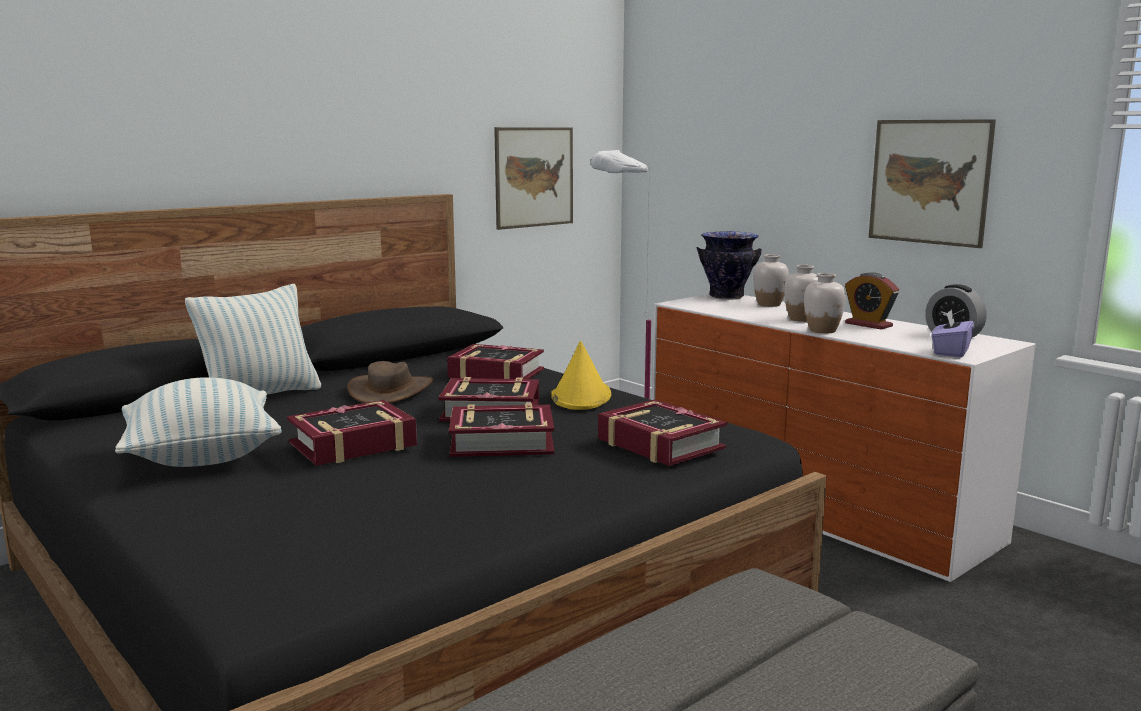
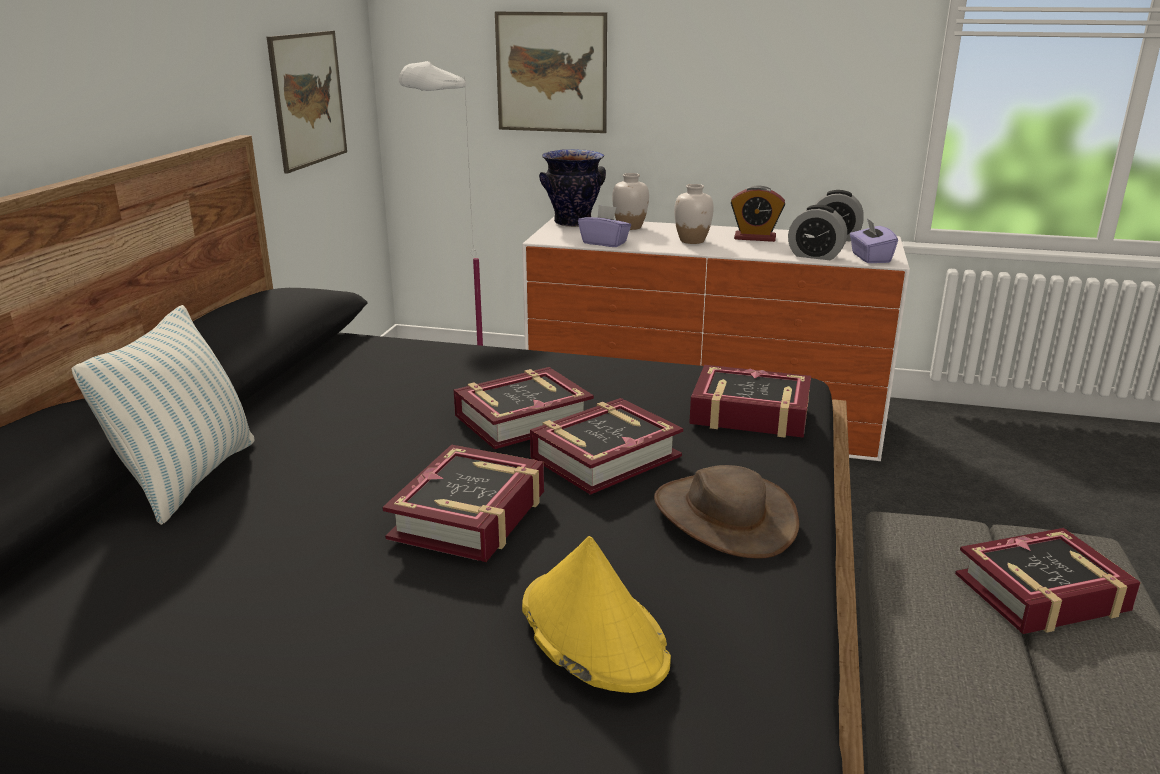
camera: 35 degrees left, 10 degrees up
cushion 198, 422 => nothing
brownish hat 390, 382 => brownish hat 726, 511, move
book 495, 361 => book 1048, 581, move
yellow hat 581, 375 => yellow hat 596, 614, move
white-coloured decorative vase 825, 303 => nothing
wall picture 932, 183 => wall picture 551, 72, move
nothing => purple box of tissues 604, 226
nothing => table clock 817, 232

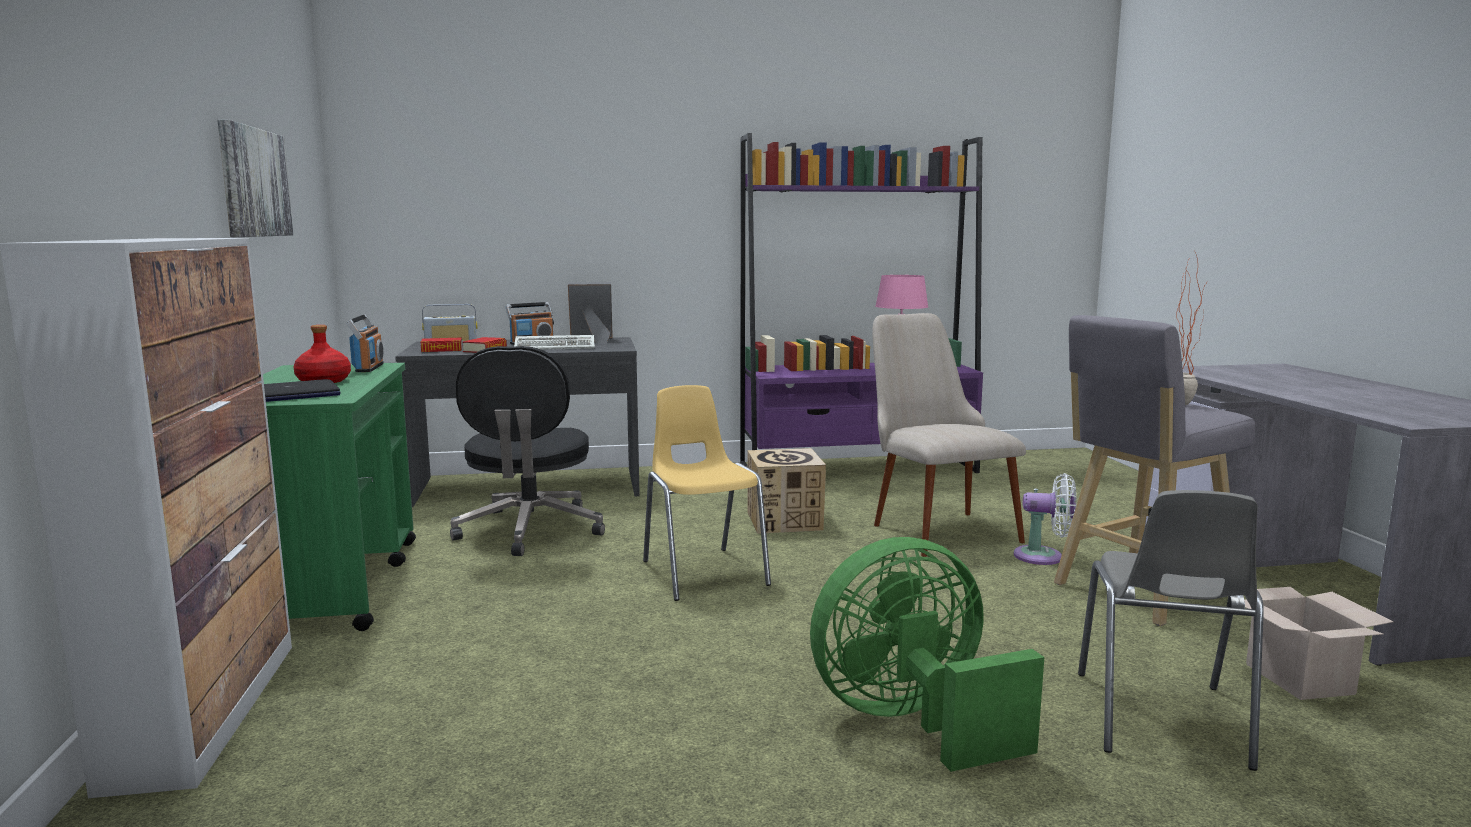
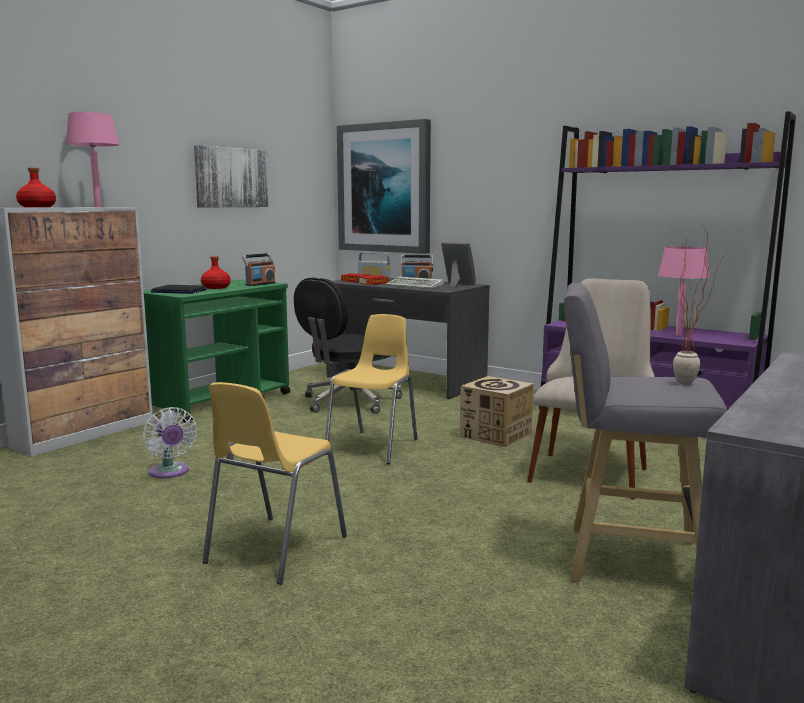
camera: 45 degrees right, 0 degrees up
green-coloured electric fan 927, 654 => yellow chair 275, 483
white-coloured electric fan 1045, 519 => white-coloured electric fan 170, 443, move
gray chair 1171, 630 => nothing
cardboard box 1319, 643 => nothing
nothing => red-coloured drink bottle 36, 187
nothing => pink tabletop lamp 92, 159
nothing => wall picture 384, 186

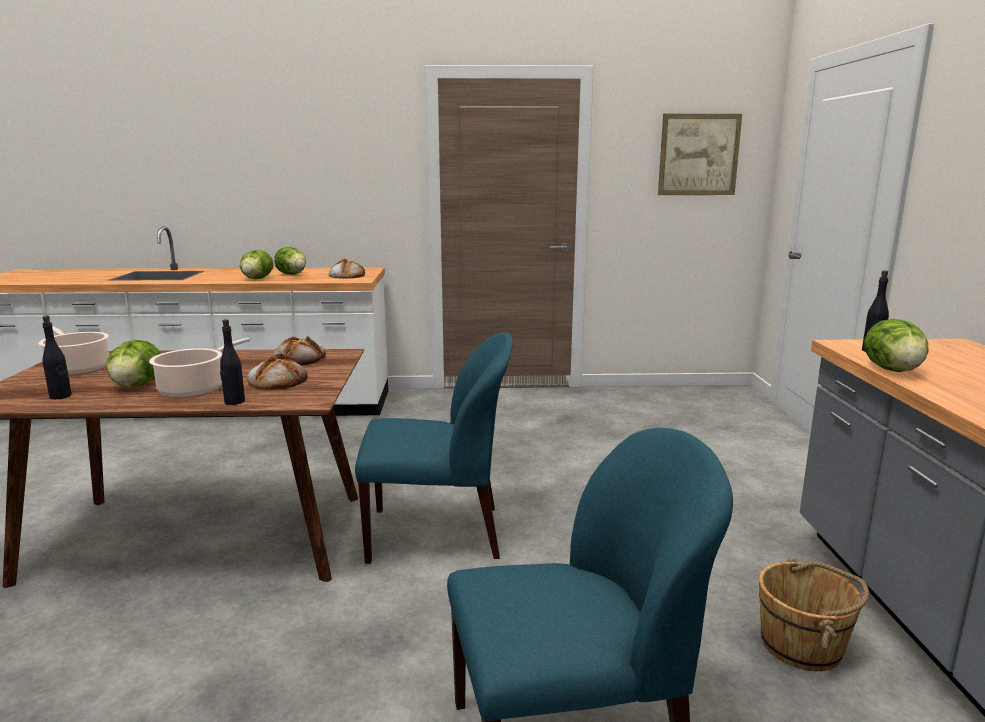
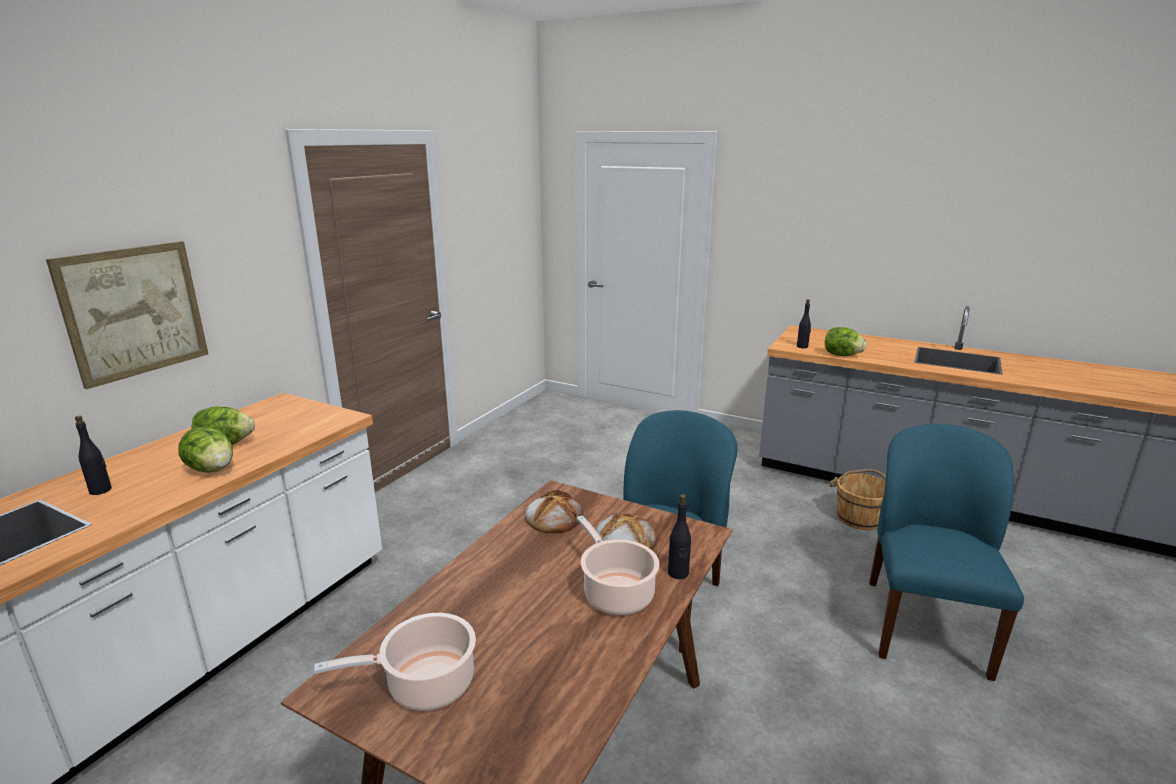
camera: 60 degrees left, 5 degrees up
black drink bottle 57, 357 => black drink bottle 93, 455, move
lettuce 133, 363 => nothing
bread 347, 269 => nothing
wall picture 700, 154 => wall picture 127, 315, move

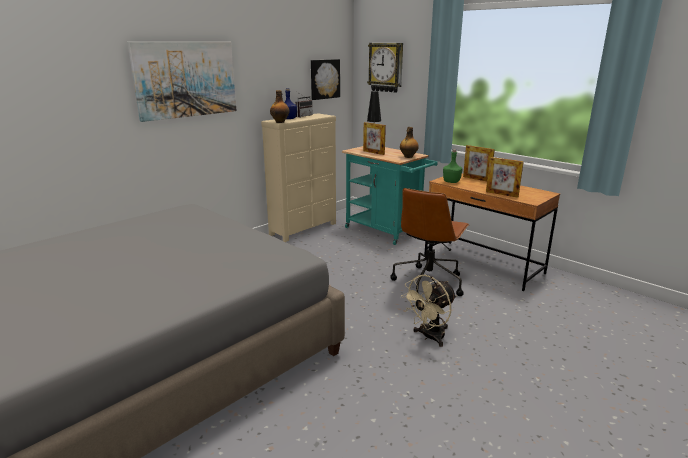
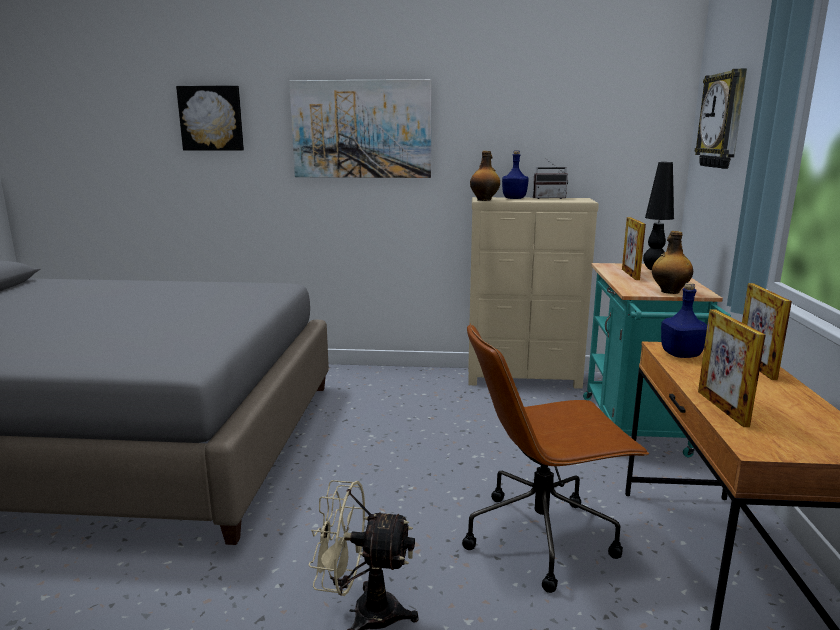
camera: 50 degrees right, 5 degrees down
wall picture 325, 79 => wall picture 210, 118, move
green-coloured drink bottle 453, 166 => blue drink bottle 684, 320

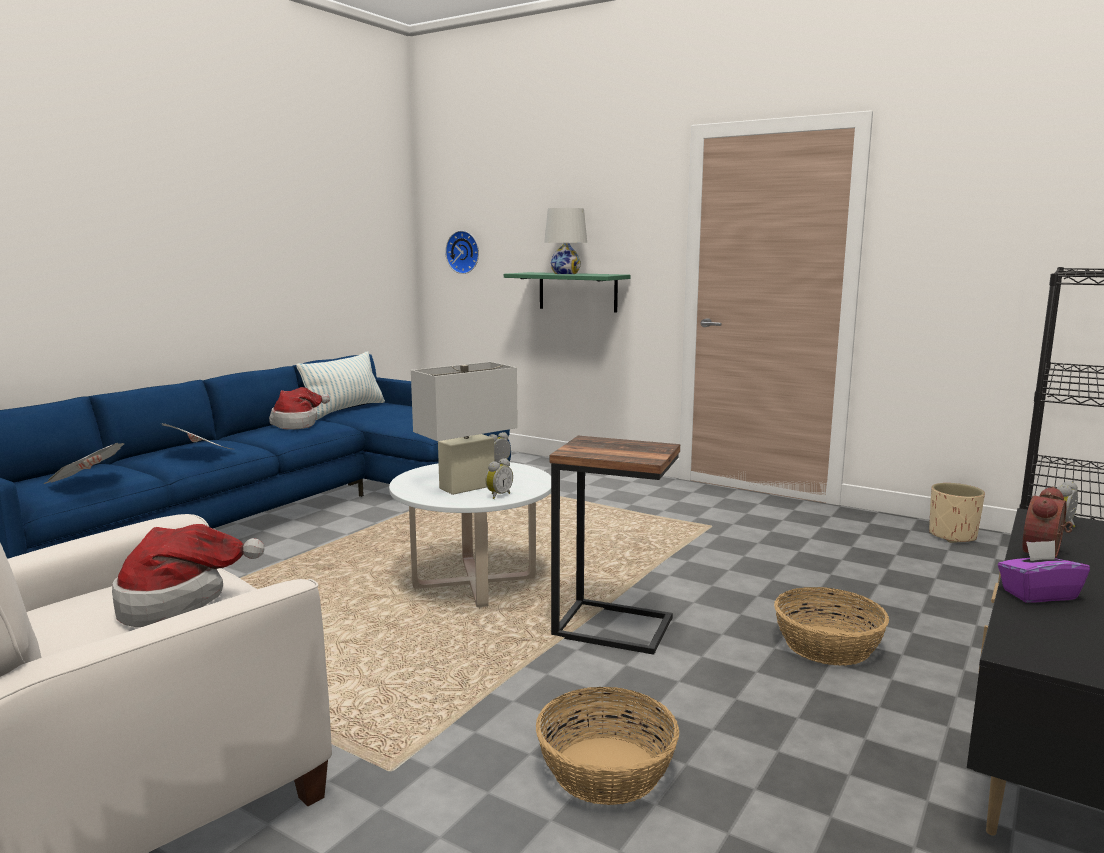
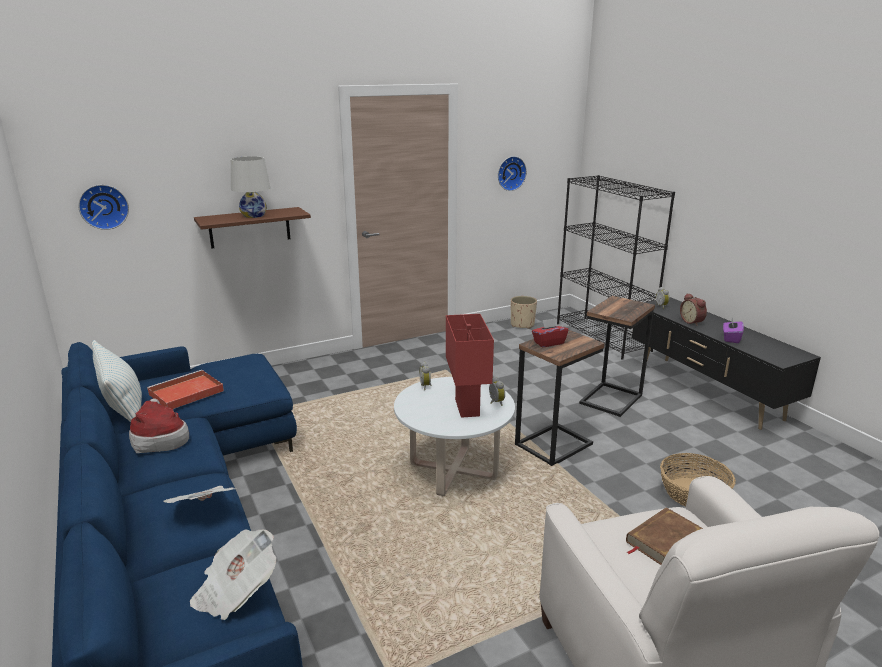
camera: 60 degrees left, 10 degrees up
hat 188, 575 => brownish book 664, 536
white-coloured tabletop lamp 464, 428 => red-coloured tabletop lamp 470, 366
green-coloured shelf 567, 292 => brownish shelf 252, 227
household basket 831, 626 => end table 617, 356
nothing => red-coloured carrying tray 185, 389
nothing => clock on the wall 512, 173
nothing => red-coloured box of tissues 550, 332

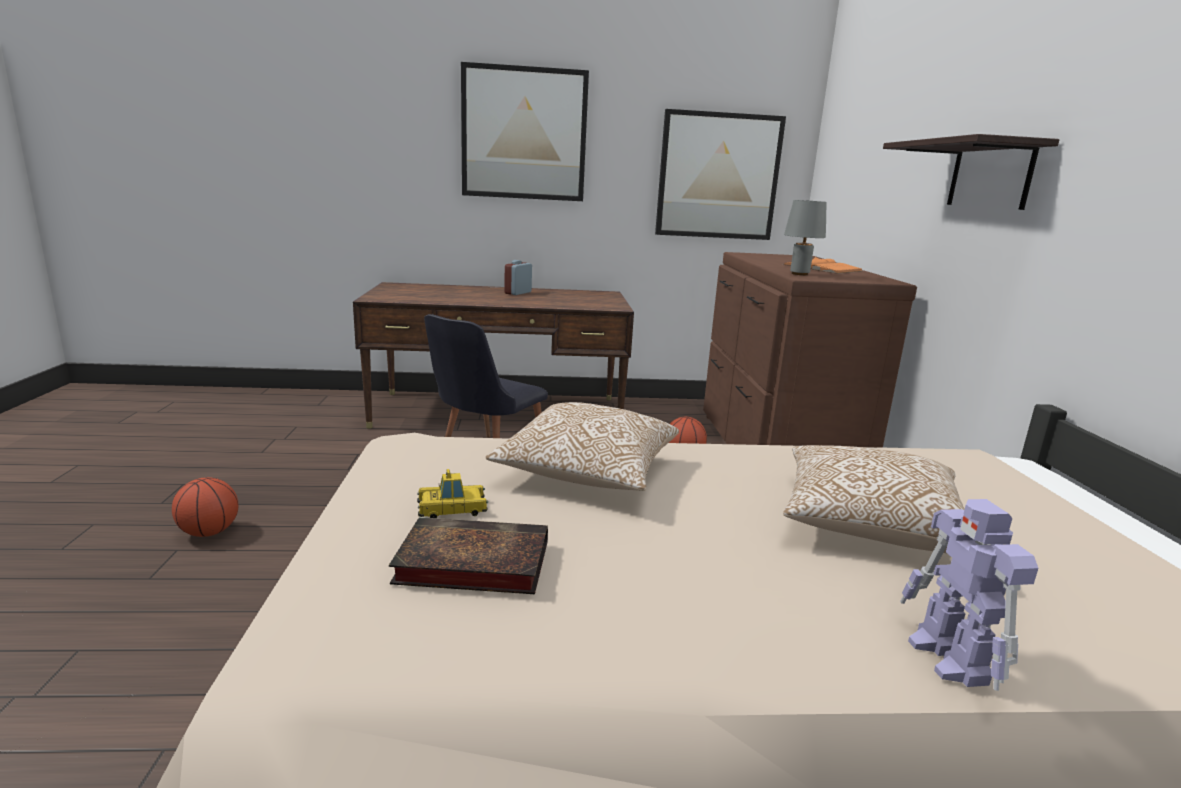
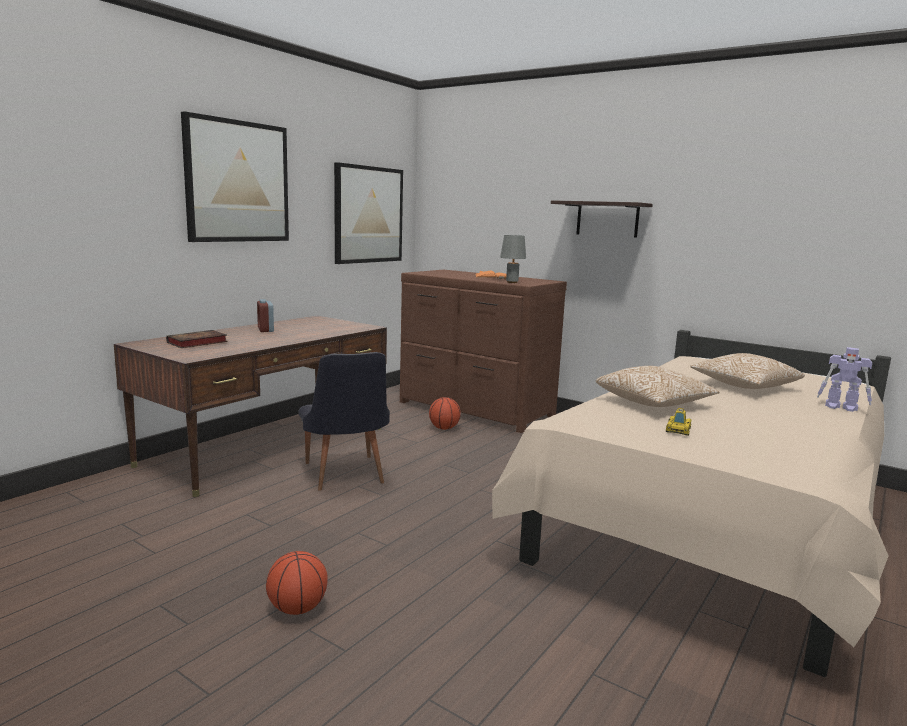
camera: 50 degrees left, 5 degrees down
book 468, 555 => book 197, 339, move

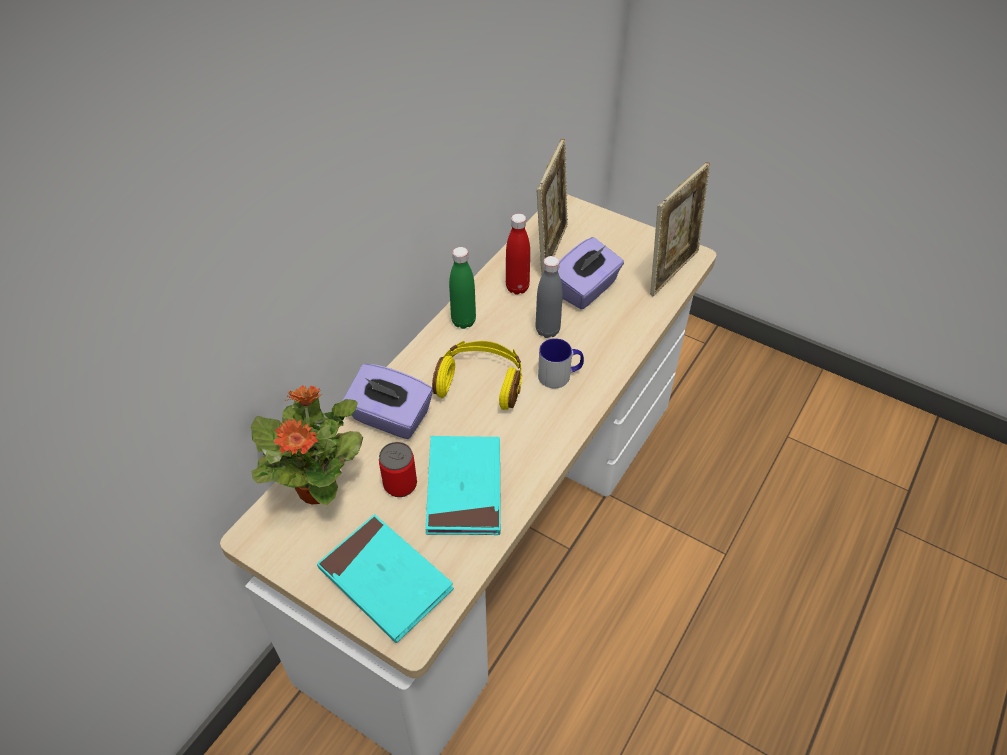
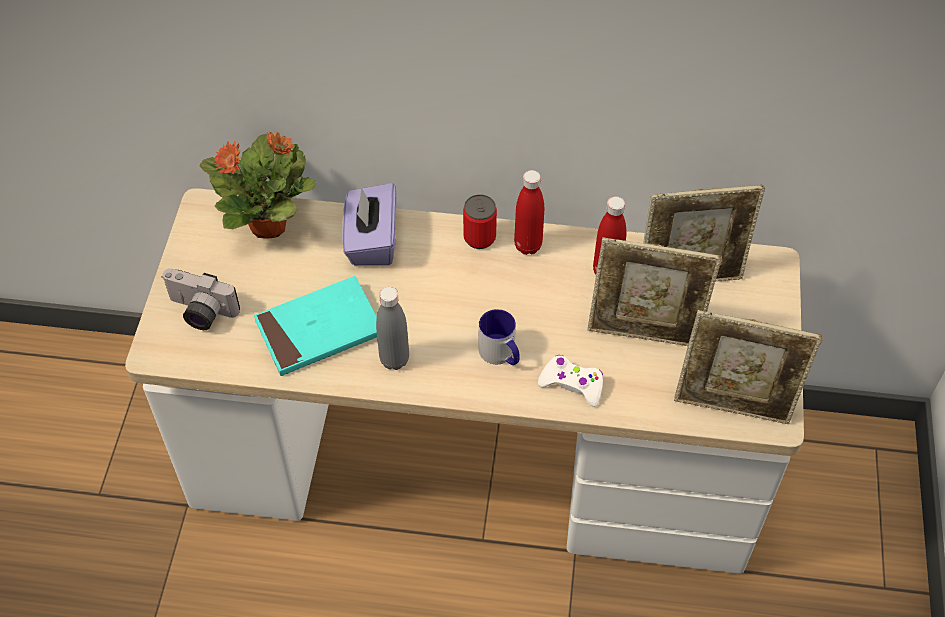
camera: 65 degrees right, 5 degrees up
turquoise book 385, 578 => photo camera 200, 299
can 398, 469 => can 480, 221, move
yellow headset 477, 375 => nothing
green-coloured drink bottle 462, 288 => red-coloured drink bottle 529, 212
gray drink bottle 549, 297 => gray drink bottle 392, 328, move
purple box of tissues 591, 273 => picture frame 655, 291
nothing => white-coloured joypad 570, 381

